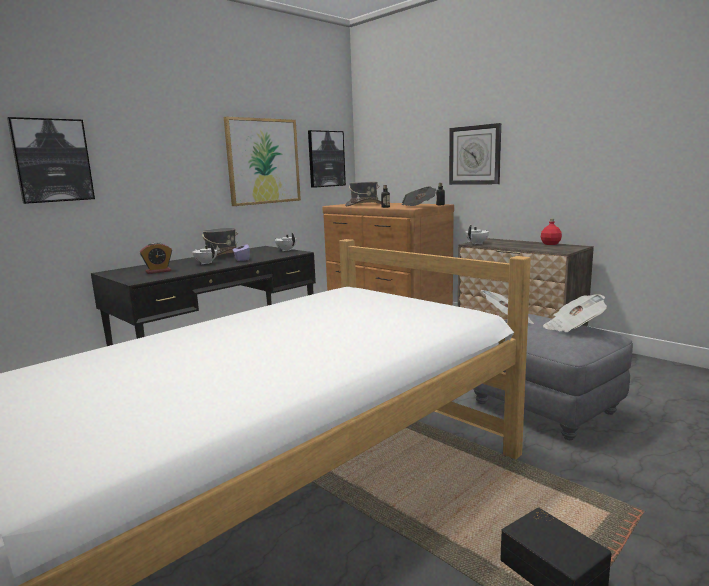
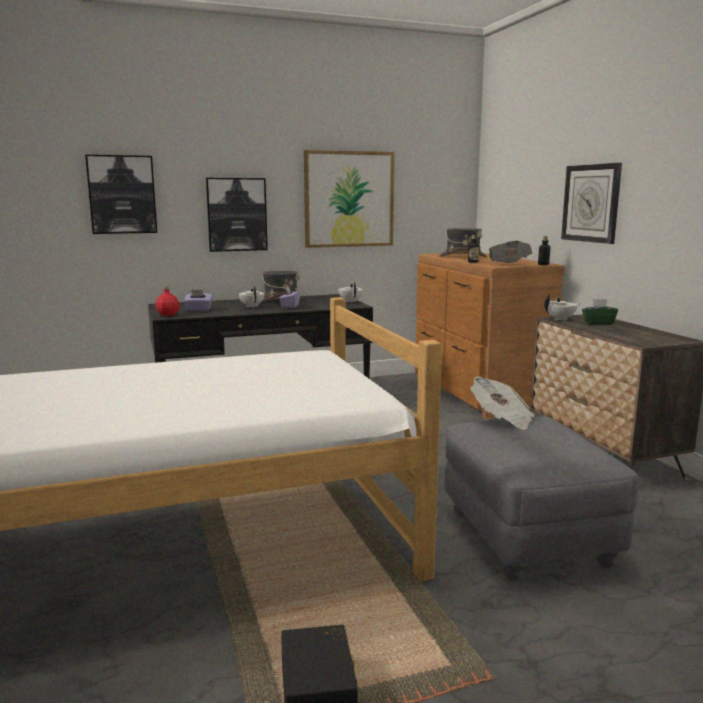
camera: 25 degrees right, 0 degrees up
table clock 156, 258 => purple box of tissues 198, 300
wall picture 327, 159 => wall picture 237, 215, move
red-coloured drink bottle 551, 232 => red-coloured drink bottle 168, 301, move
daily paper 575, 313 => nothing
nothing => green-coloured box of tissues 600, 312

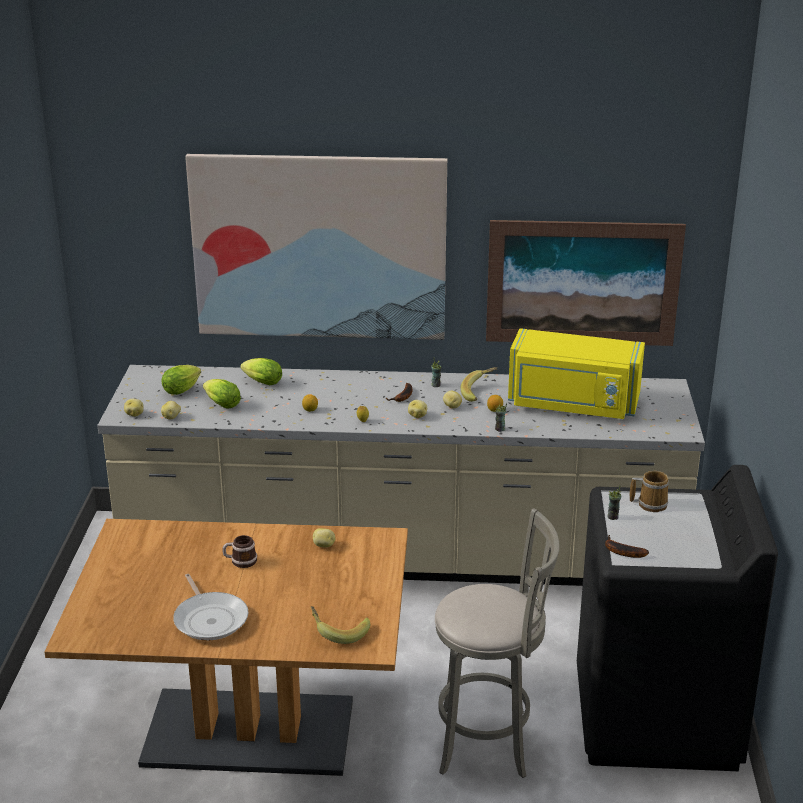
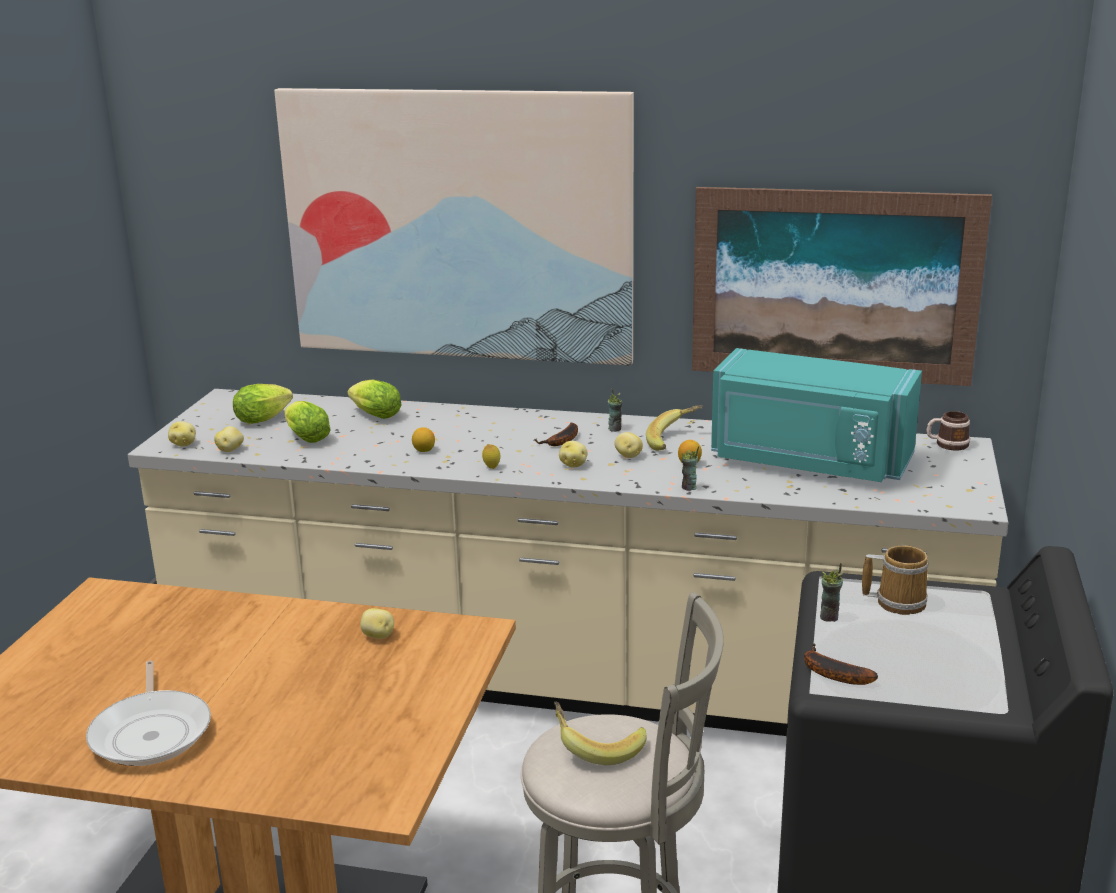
camera: 10 degrees right, 5 degrees down
mug 240, 551 => mug 948, 430, move
banana fruit 340, 625 => banana fruit 600, 733, move
yellow microwave 576, 373 => turquoise microwave 816, 415

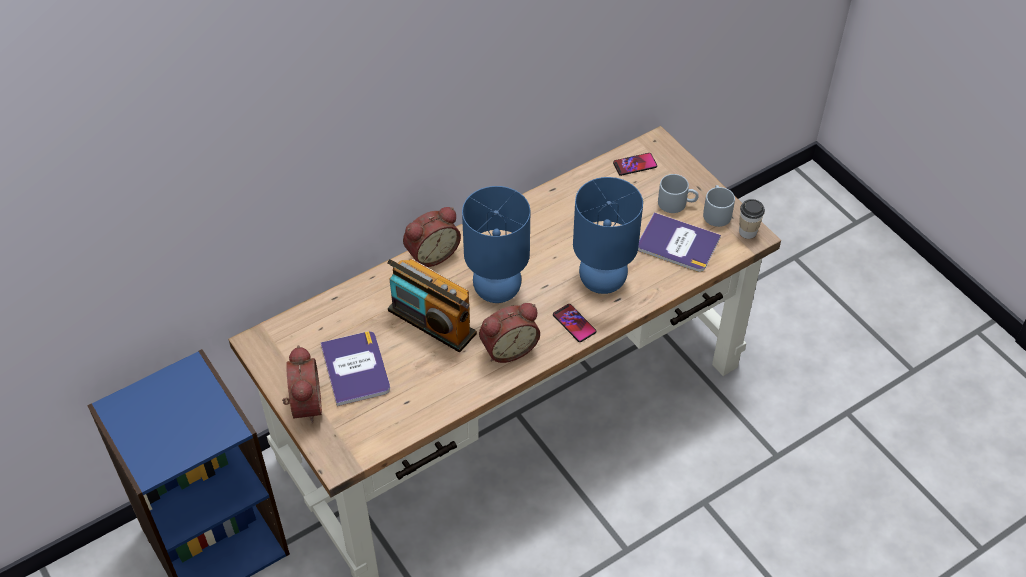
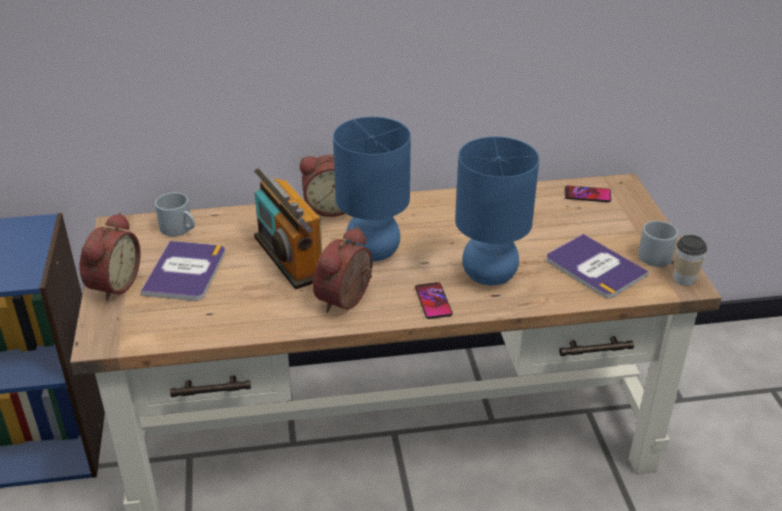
camera: 25 degrees right, 15 degrees down
table clock 509, 333 => table clock 343, 270, 120 degrees clockwise
gray mug 678, 193 => gray mug 175, 214, move

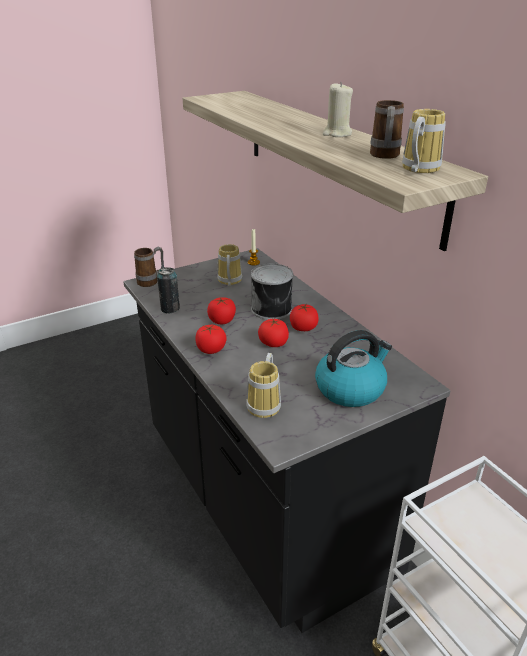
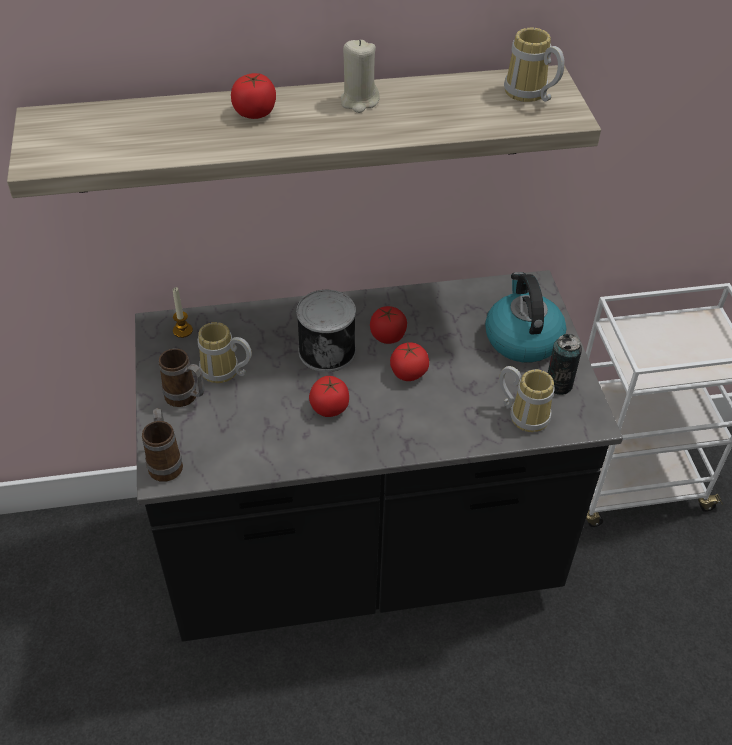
camera: 70 degrees left, 15 degrees up
can 168, 290 => can 565, 364, move
tomato 211, 339 => tomato 253, 96, move
mug 387, 129 => mug 181, 378, move

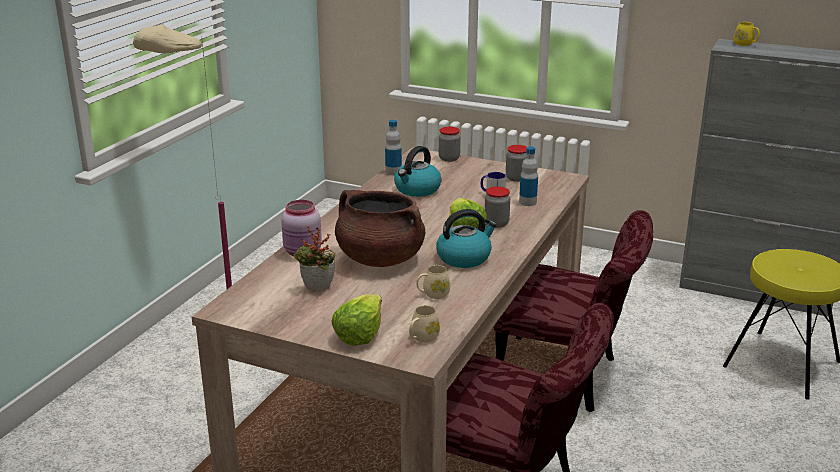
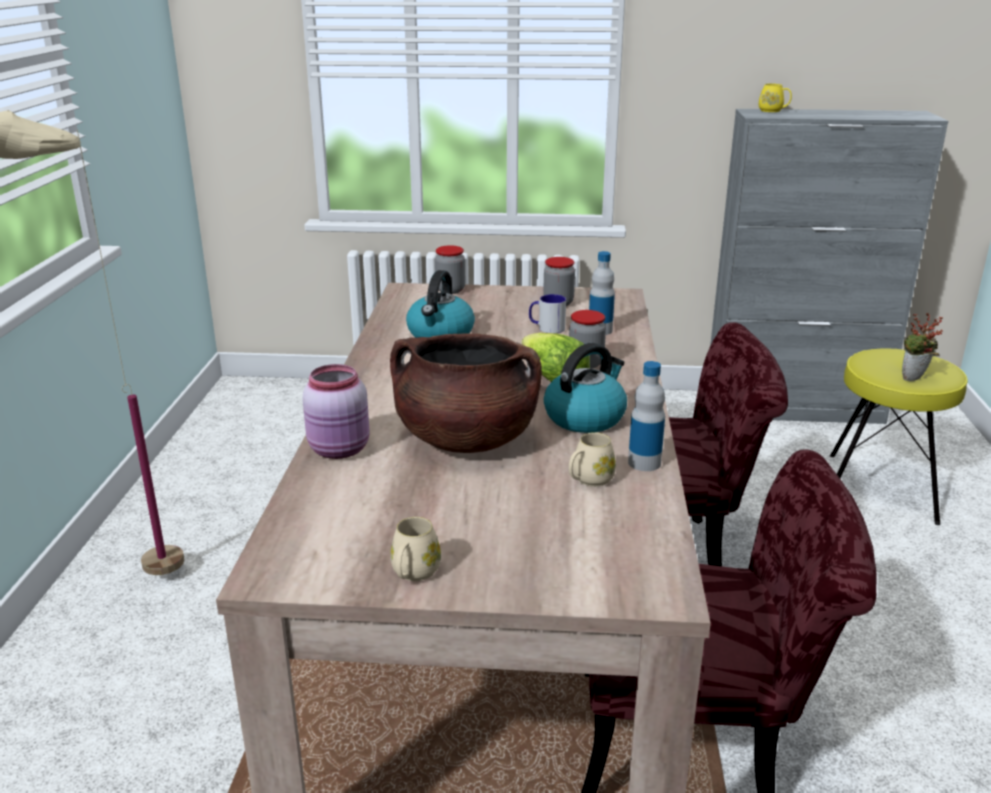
camera: 20 degrees left, 0 degrees up
plant in a pot 315, 258 => plant in a pot 923, 347, move
lettuce 356, 320 => nothing
drink bottle 393, 147 => drink bottle 646, 416, move
sand-coloured mug 424, 323 => sand-coloured mug 415, 549, move

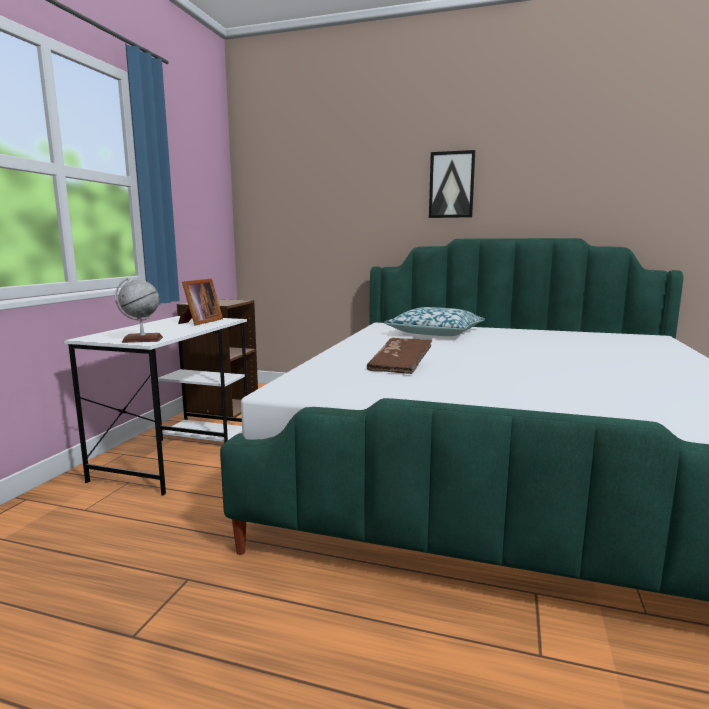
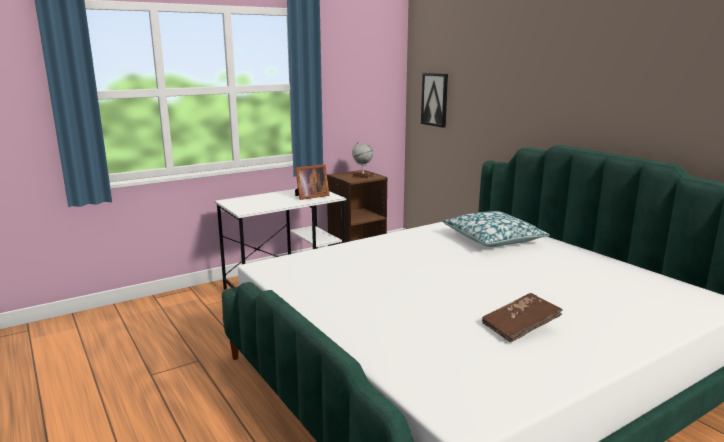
camera: 40 degrees right, 5 degrees up
globe 139, 310 => globe 363, 160, move
brownish book 399, 356 => brownish book 522, 317, move
wall picture 452, 184 => wall picture 434, 100, move

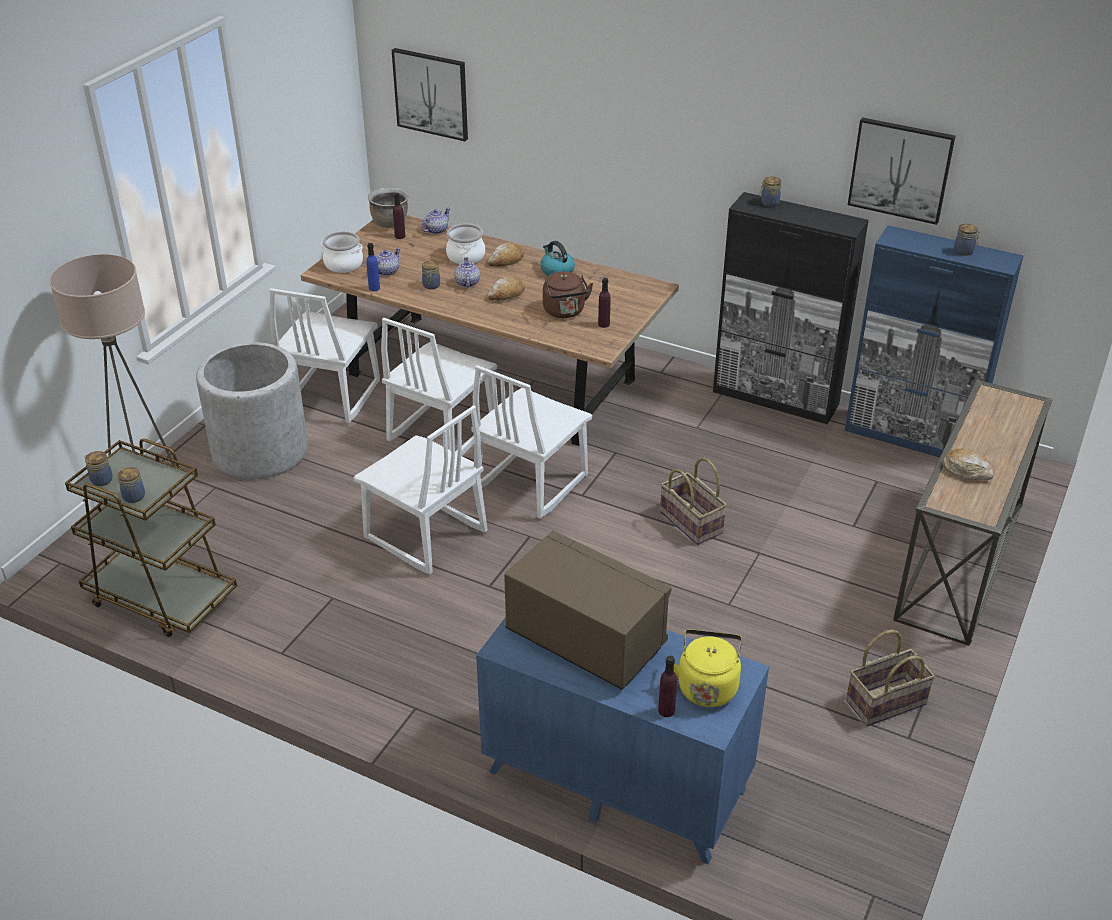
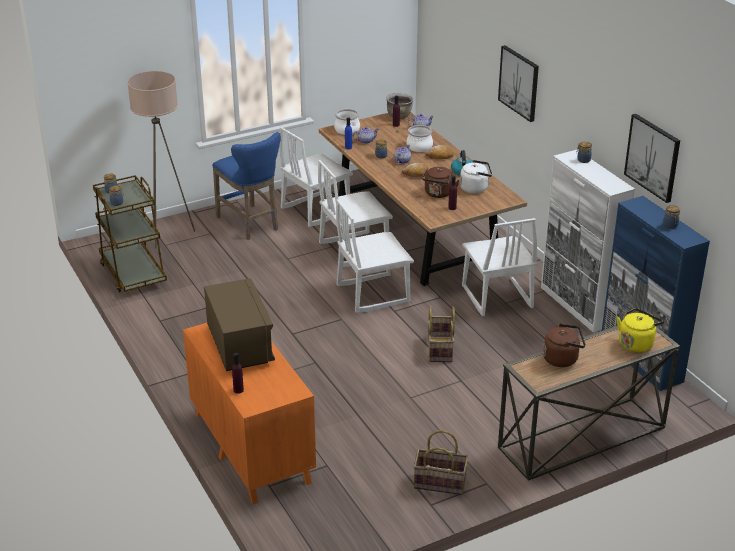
camera: 35 degrees right, 5 degrees down
gray flower pot 252, 410 => blue stool 246, 186
white-coloured chair 420, 490 => white-coloured chair 500, 267, move
wall picture 430, 94 => wall picture 518, 83, move
blue chest of drawers 622, 741 => orange chest of drawers 249, 413
yellow tea kettle 708, 668 => yellow tea kettle 639, 330, move
black storage cabinet 791, 308 => white-coloured storage cabinet 588, 241
bread 968, 464 => brownish tea kettle 564, 345
nothing => white-coloured tea kettle 476, 177

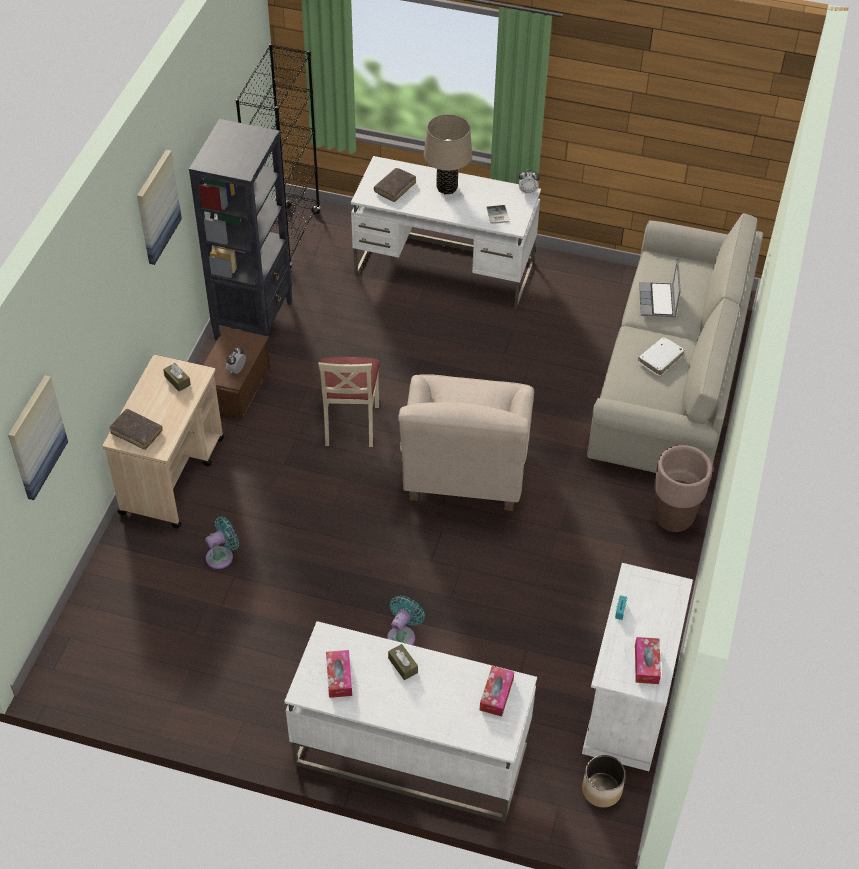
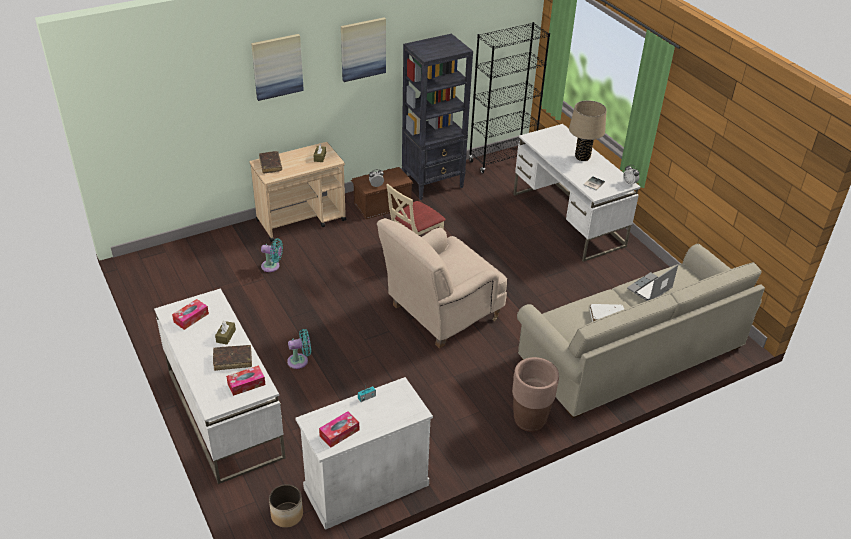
camera: 45 degrees right, 10 degrees down
wall picture 38, 438 => wall picture 277, 67, move
brownish book 395, 185 => brownish book 232, 358, move

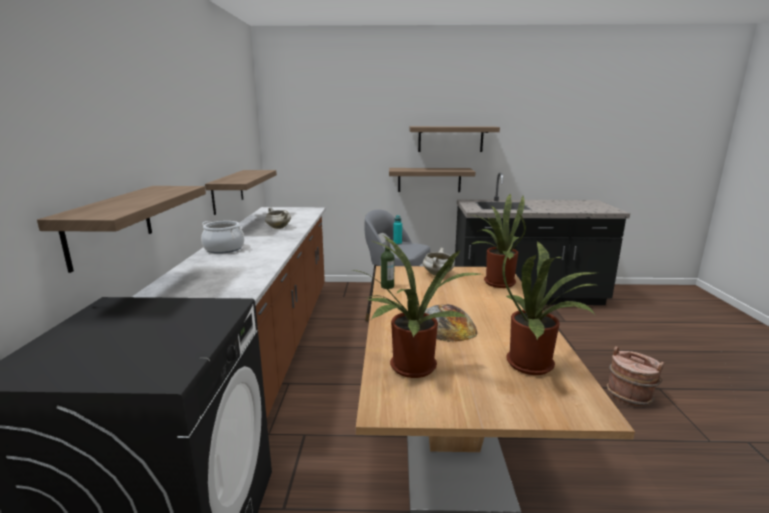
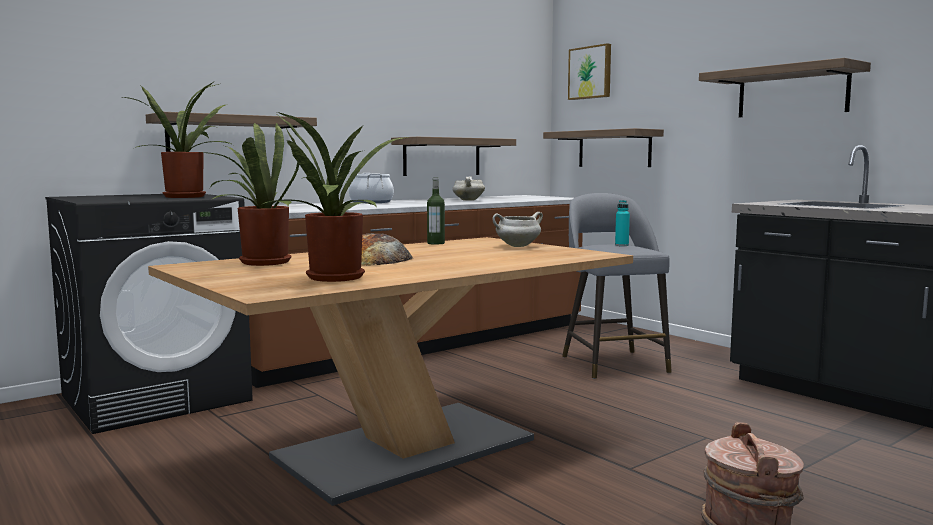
camera: 50 degrees right, 10 degrees down
shelf 432, 180 => shelf 603, 147, move
plant in a pot 499, 240 => plant in a pot 178, 139, move
nothing => wall picture 589, 71

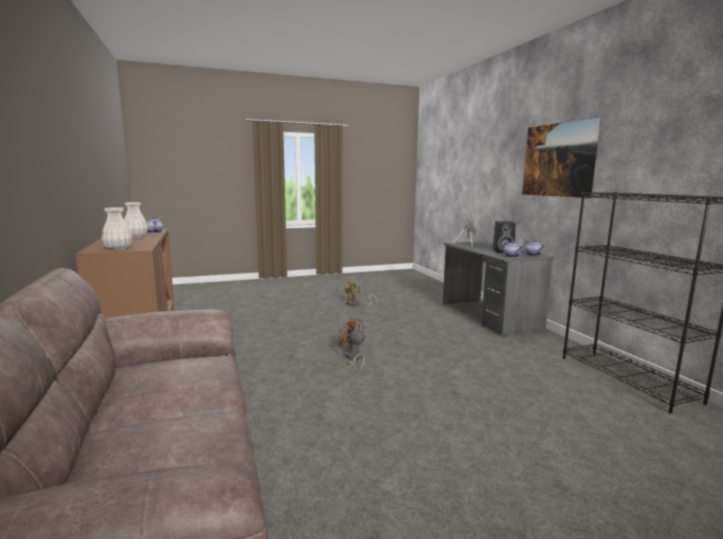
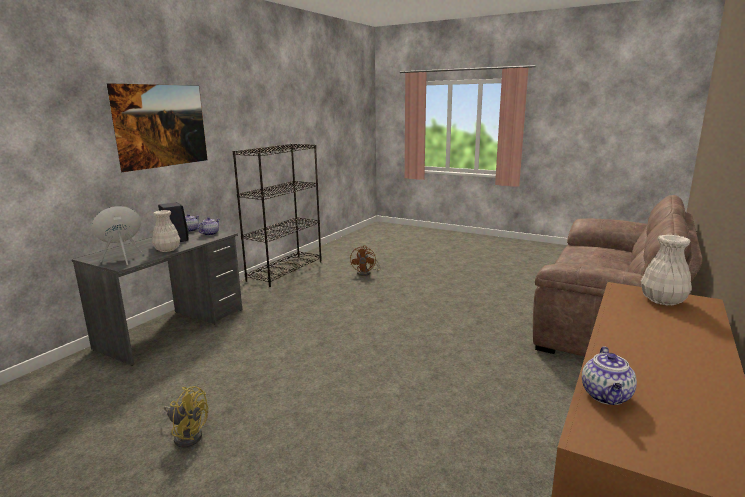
camera: 130 degrees left, 5 degrees up
white-coloured decorative vase 136, 219 => white-coloured decorative vase 166, 231, move
brownish electric fan 351, 344 => brownish electric fan 365, 260, move

